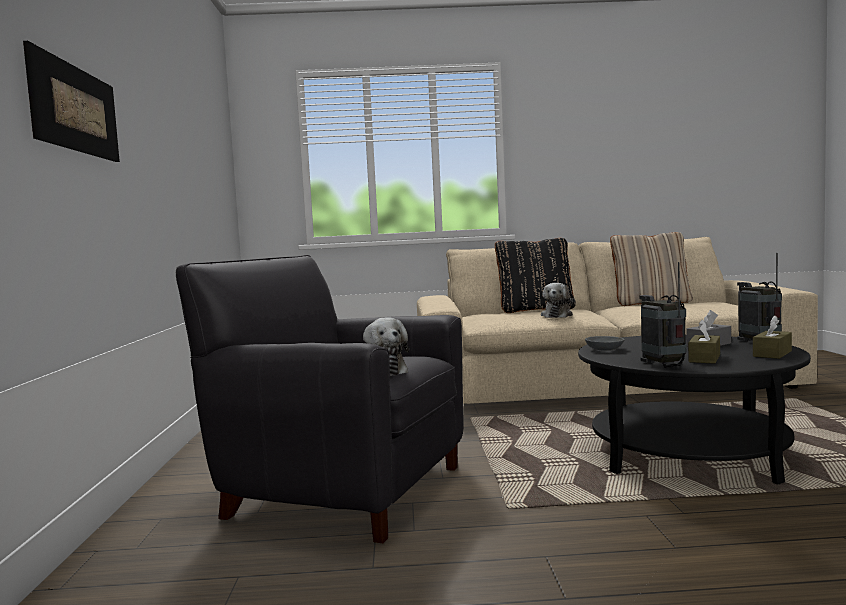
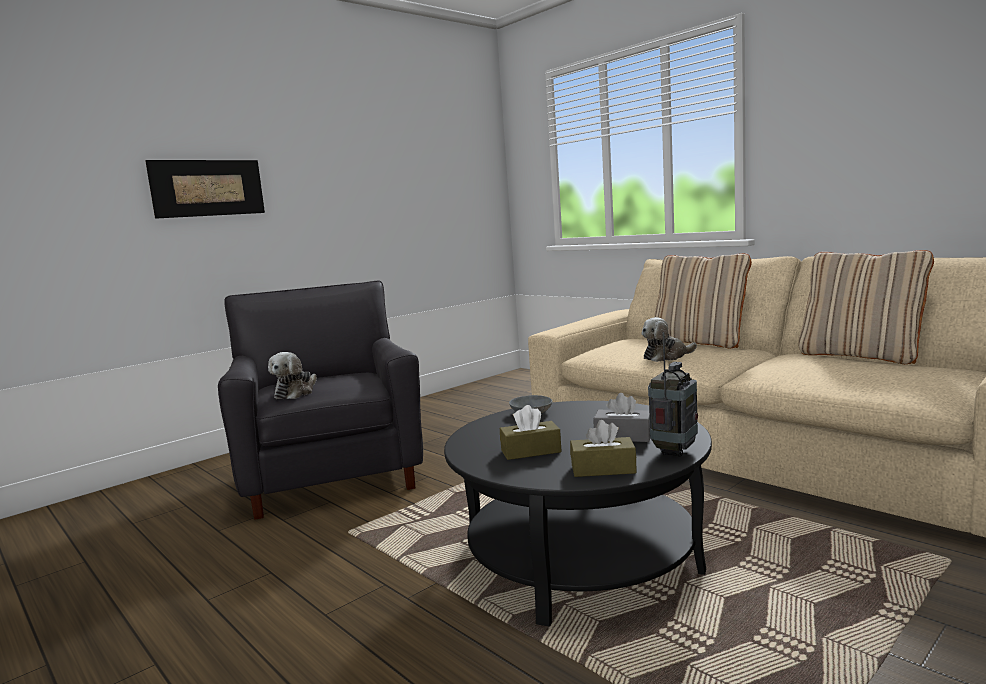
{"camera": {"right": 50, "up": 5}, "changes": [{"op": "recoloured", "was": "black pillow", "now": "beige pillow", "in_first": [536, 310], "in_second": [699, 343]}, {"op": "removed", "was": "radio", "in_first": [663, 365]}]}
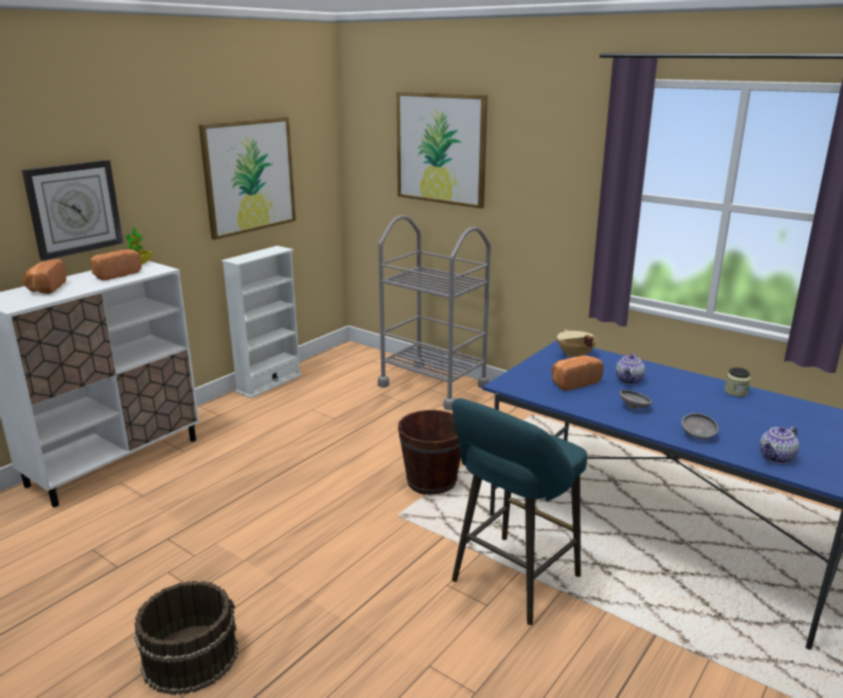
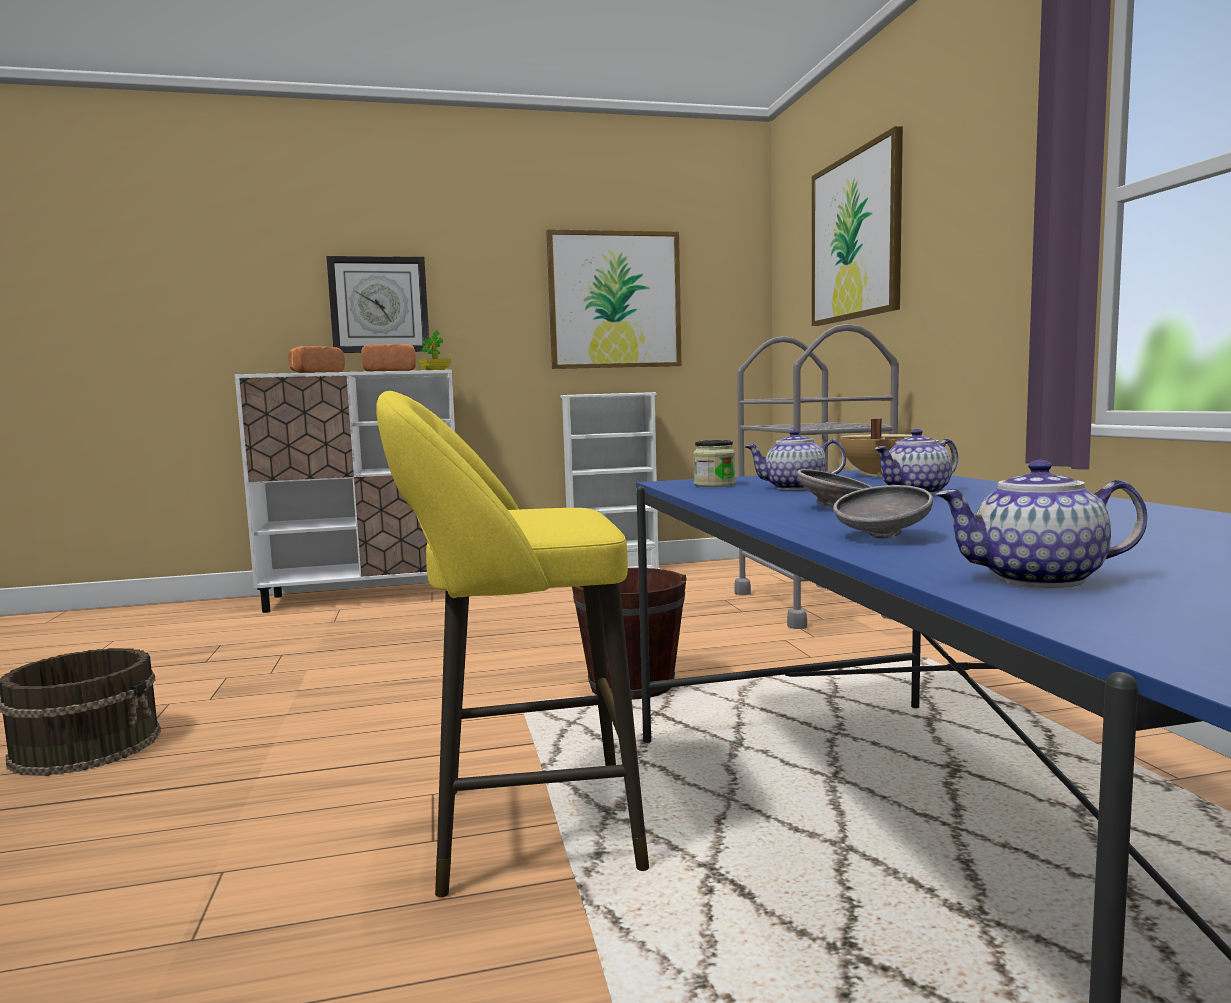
{"camera": {"right": 40, "up": -15}, "changes": [{"op": "recoloured", "was": "turquoise stool", "now": "yellow stool", "in_first": [511, 582], "in_second": [521, 829]}, {"op": "replaced", "was": "bread", "now": "teapot", "in_first": [573, 382], "in_second": [794, 487]}, {"op": "moved", "was": "jar", "in_first": [735, 392], "in_second": [714, 485]}]}
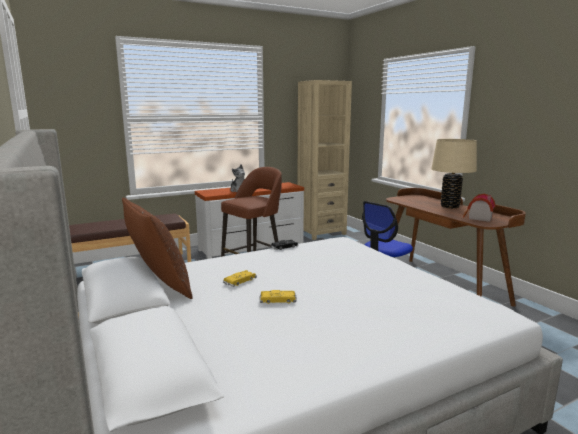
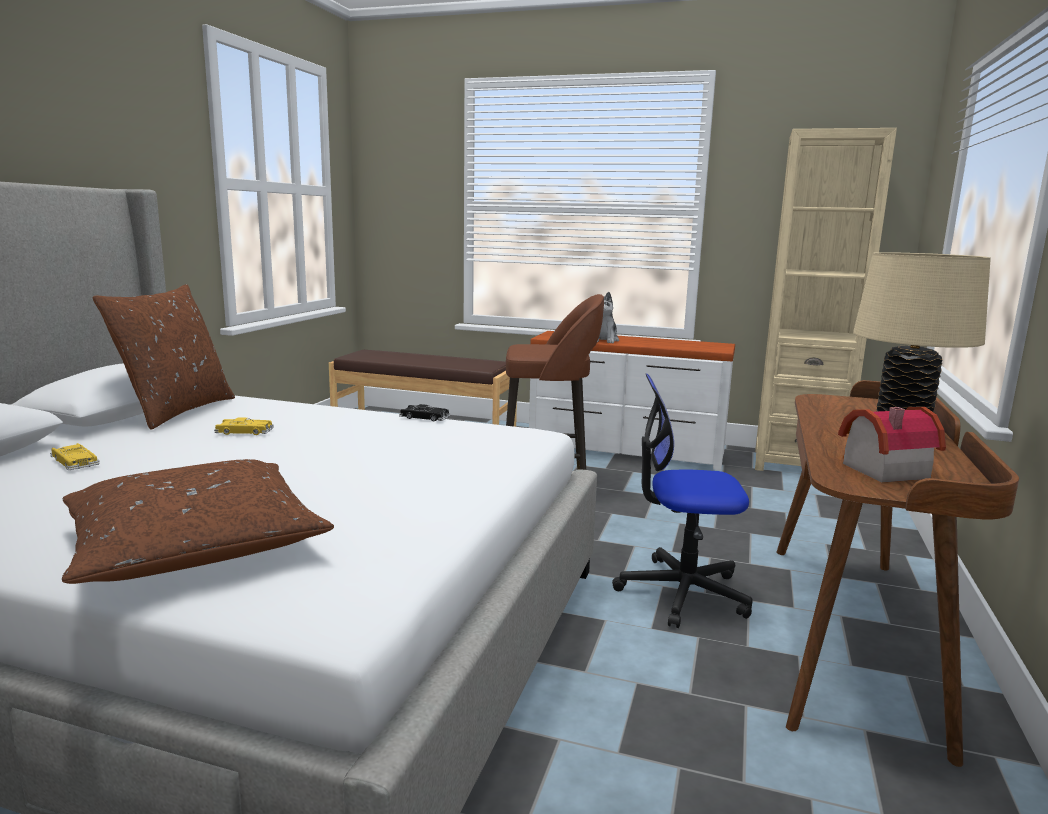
{"camera": {"right": 45, "up": 0}, "changes": [{"op": "moved", "was": "yellow toy car", "in_first": [278, 300], "in_second": [75, 462]}, {"op": "added", "now": "brown pillow", "in_second": [194, 544]}]}
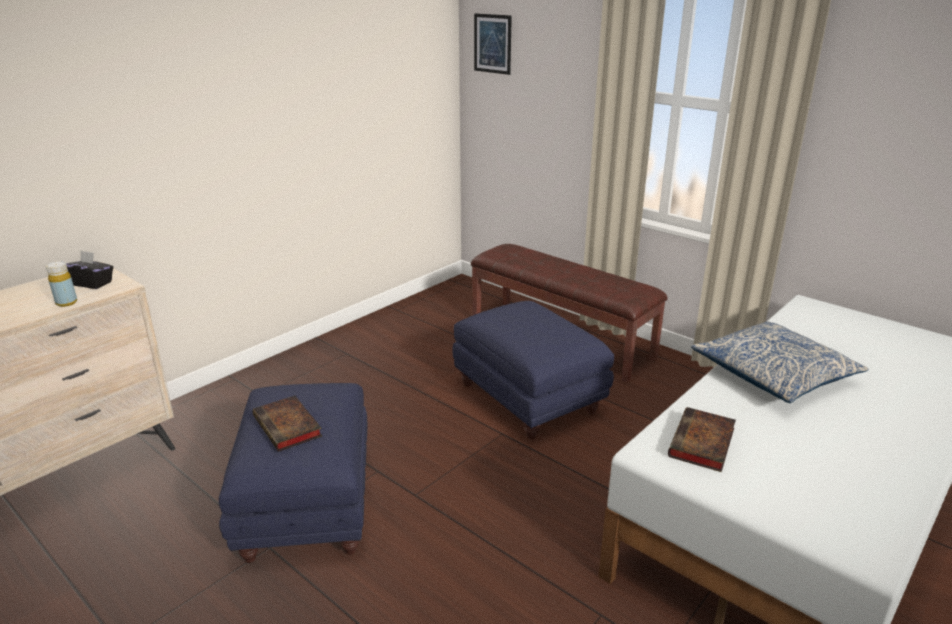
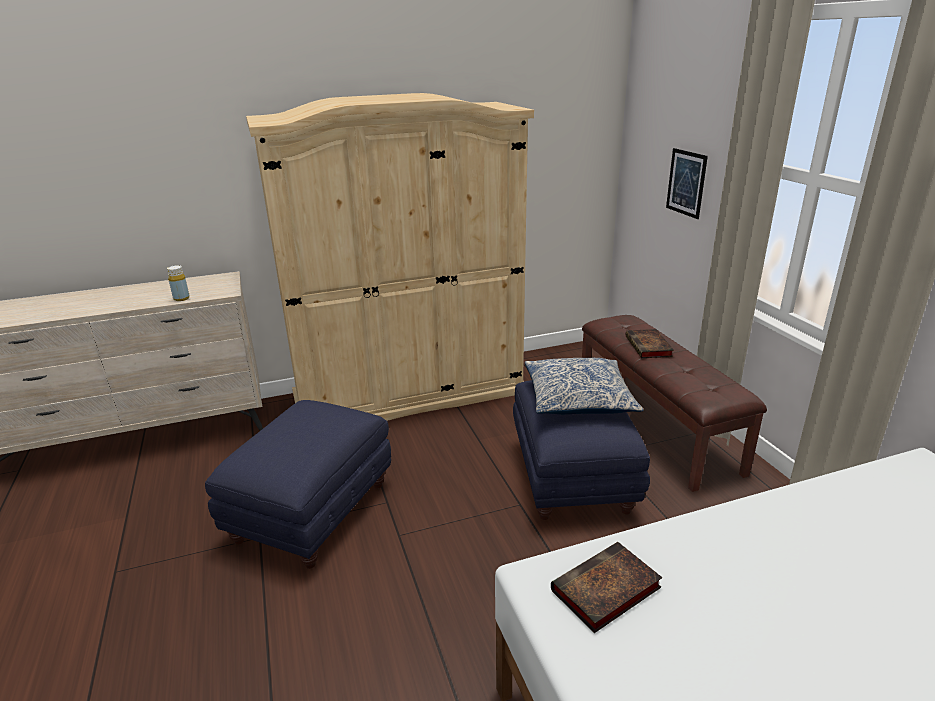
{"camera": {"right": 30, "up": 0}, "changes": [{"op": "removed", "was": "black tissue box", "in_first": [91, 283]}, {"op": "moved", "was": "book", "in_first": [289, 427], "in_second": [649, 347]}, {"op": "moved", "was": "picture", "in_first": [492, 43], "in_second": [686, 183]}, {"op": "moved", "was": "pillow", "in_first": [773, 374], "in_second": [578, 398]}, {"op": "added", "now": "beige wardrobe", "in_second": [409, 393]}]}
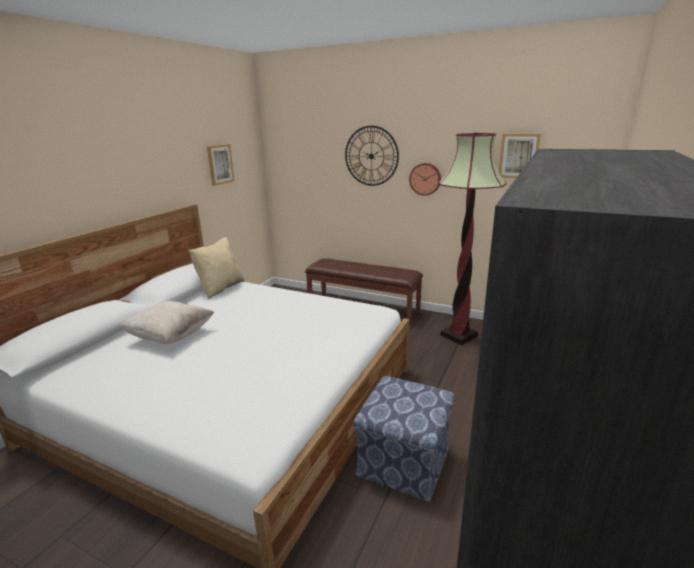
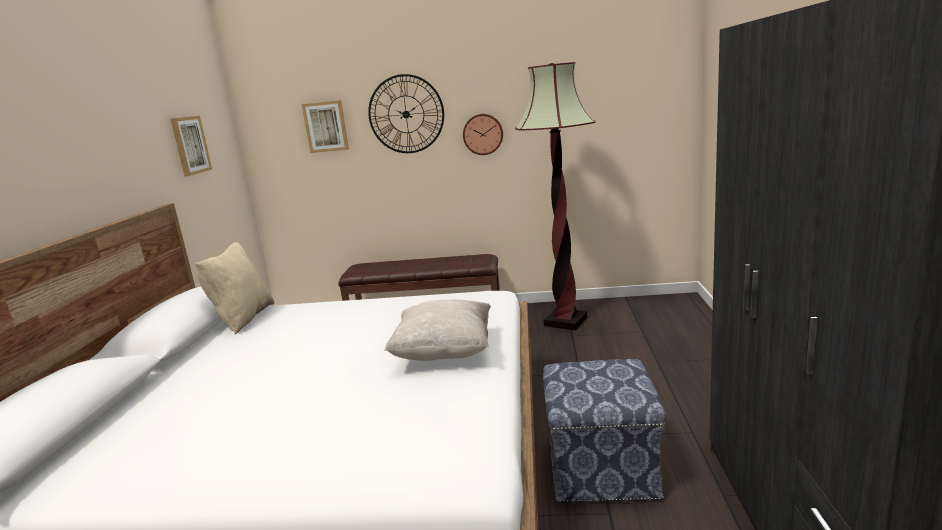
{"camera": {"right": -20, "up": -5}, "changes": [{"op": "moved", "was": "beige pillow", "in_first": [171, 337], "in_second": [444, 353]}, {"op": "moved", "was": "picture", "in_first": [518, 156], "in_second": [326, 126]}]}
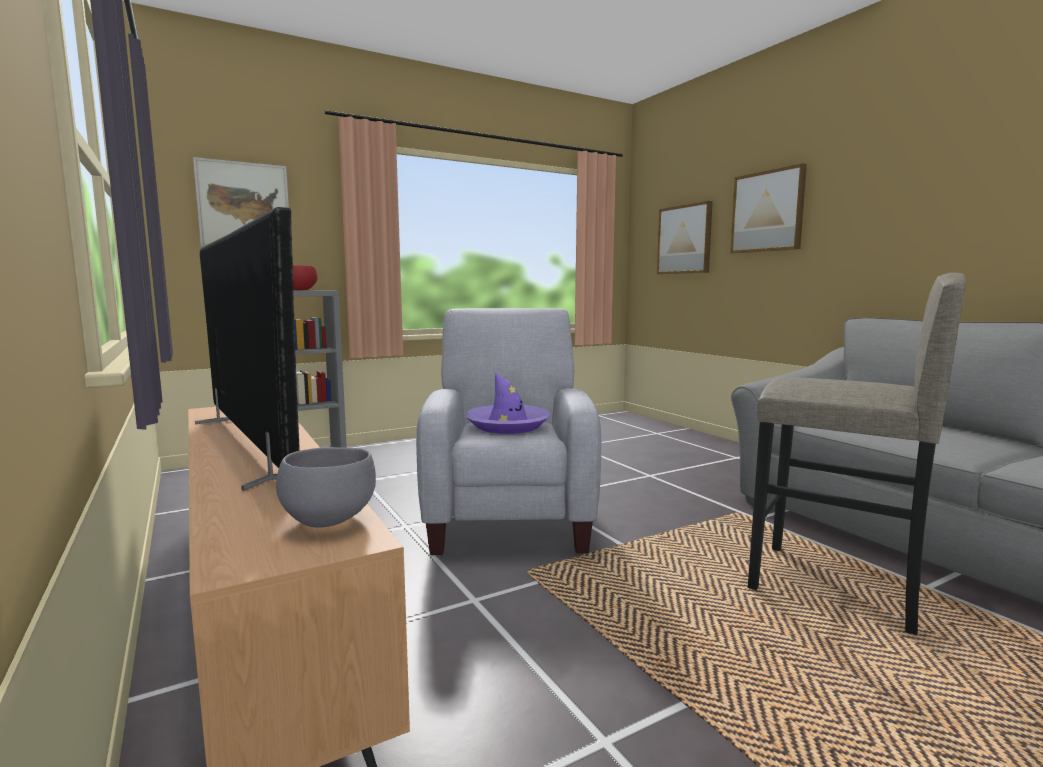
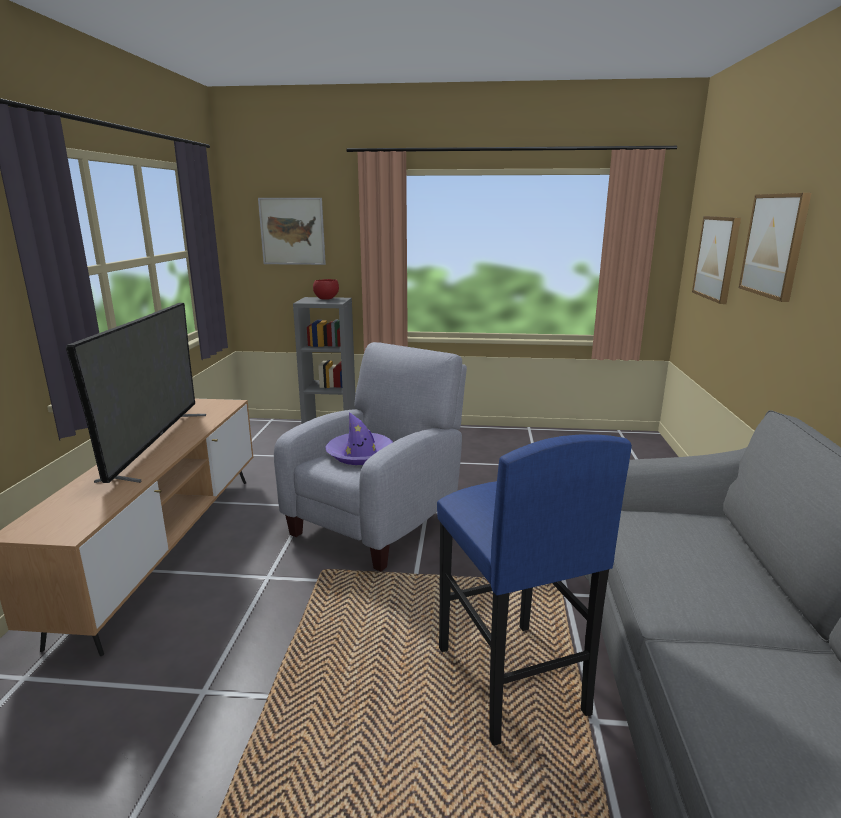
{"camera": {"right": 35, "up": 10}, "changes": [{"op": "removed", "was": "grey bowl", "in_first": [329, 520]}, {"op": "recoloured", "was": "grey stool", "now": "blue stool", "in_first": [835, 587], "in_second": [509, 680]}]}
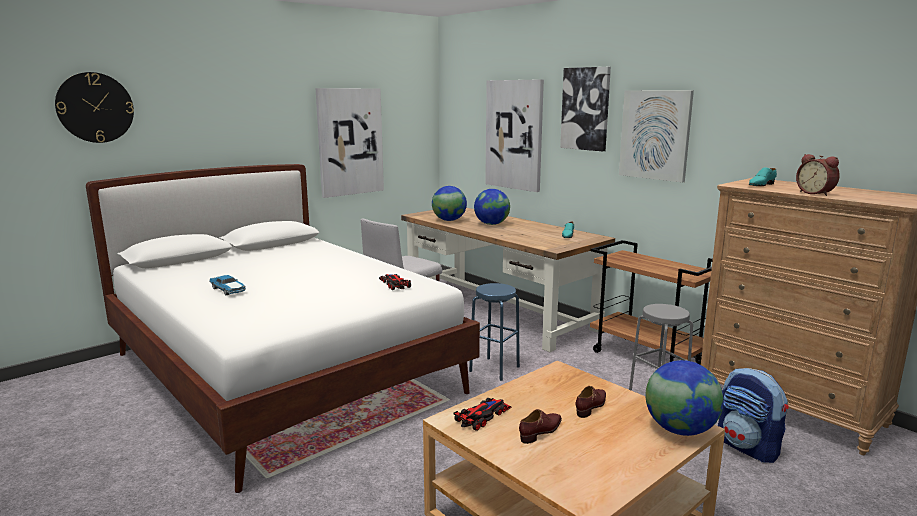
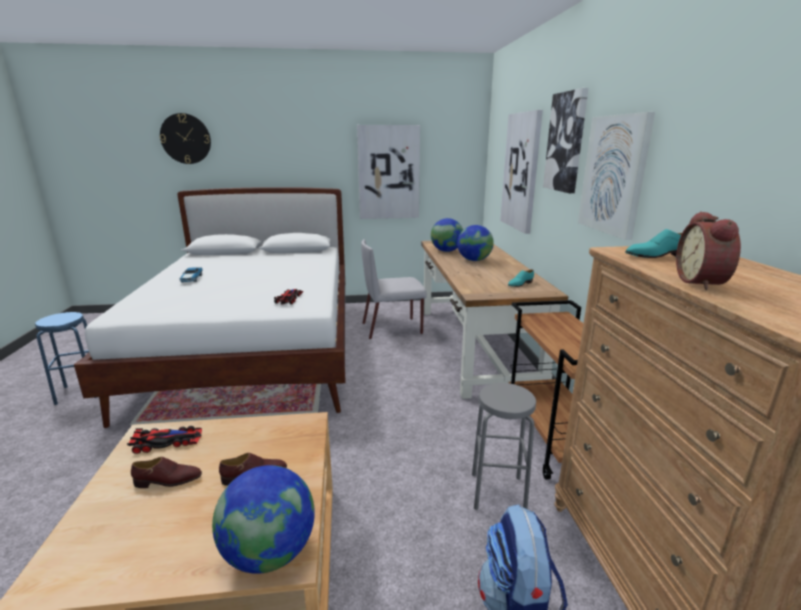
{"camera": {"right": 35, "up": 5}, "changes": [{"op": "moved", "was": "blue stool", "in_first": [494, 369], "in_second": [80, 392]}]}
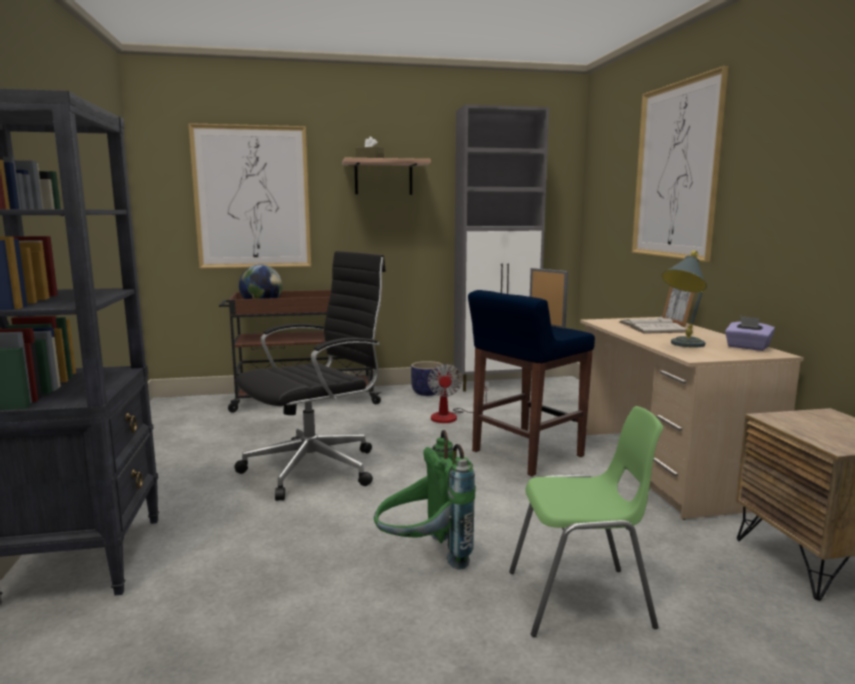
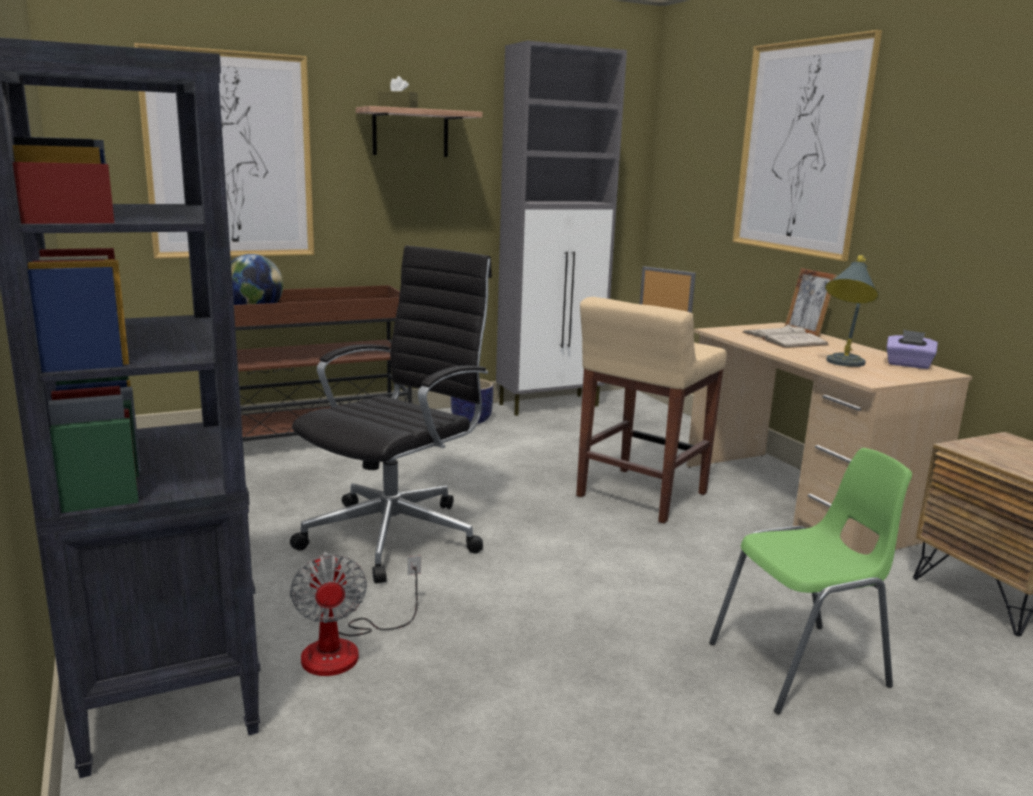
{"camera": {"right": -15, "up": 5}, "changes": [{"op": "removed", "was": "green backpack", "in_first": [423, 557]}, {"op": "moved", "was": "fan", "in_first": [451, 416], "in_second": [346, 648]}, {"op": "recoloured", "was": "blue stool", "now": "beige stool", "in_first": [525, 454], "in_second": [640, 496]}]}
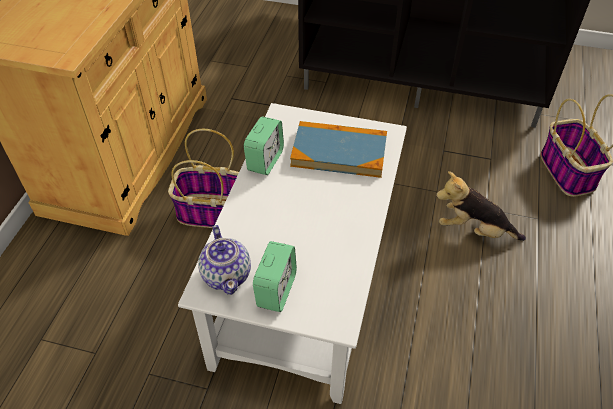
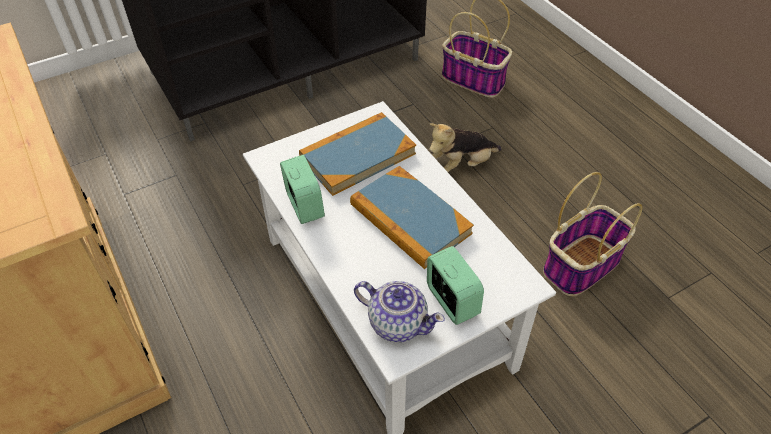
{"camera": {"right": -45, "up": 0}, "changes": [{"op": "moved", "was": "basket", "in_first": [214, 212], "in_second": [581, 264]}, {"op": "added", "now": "book", "in_second": [410, 219]}]}
